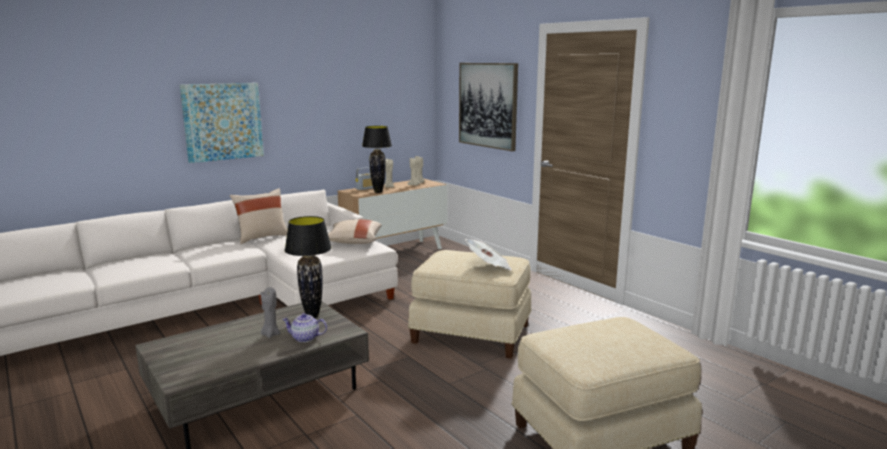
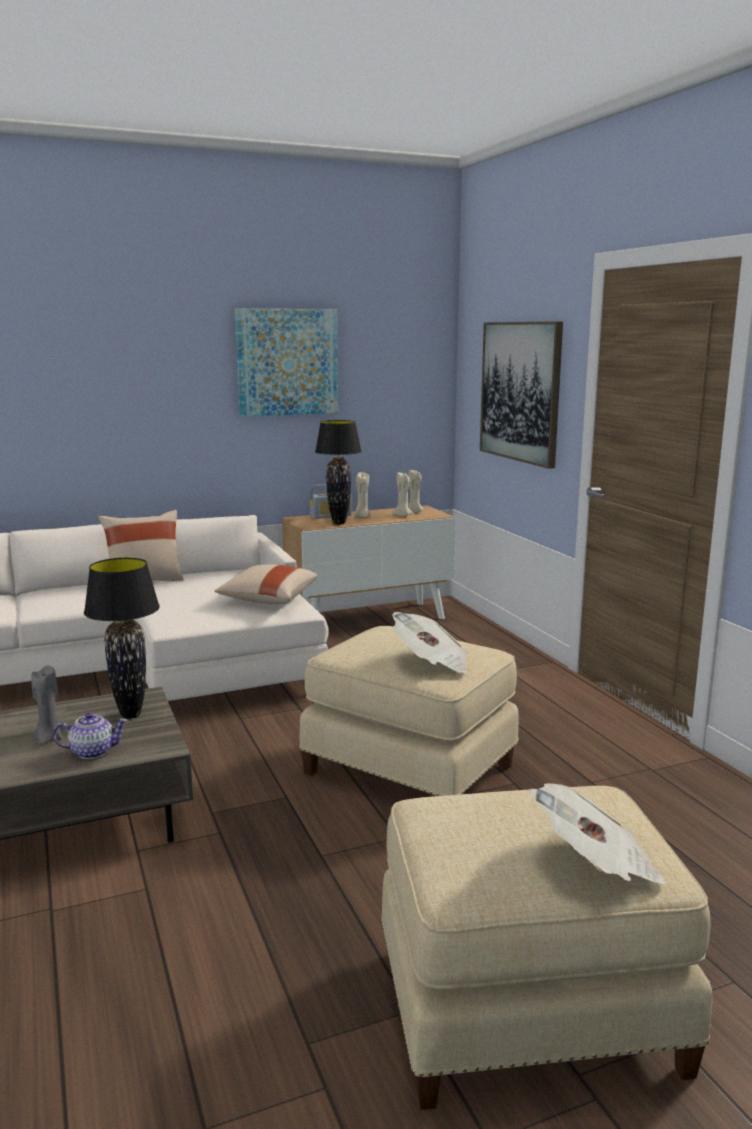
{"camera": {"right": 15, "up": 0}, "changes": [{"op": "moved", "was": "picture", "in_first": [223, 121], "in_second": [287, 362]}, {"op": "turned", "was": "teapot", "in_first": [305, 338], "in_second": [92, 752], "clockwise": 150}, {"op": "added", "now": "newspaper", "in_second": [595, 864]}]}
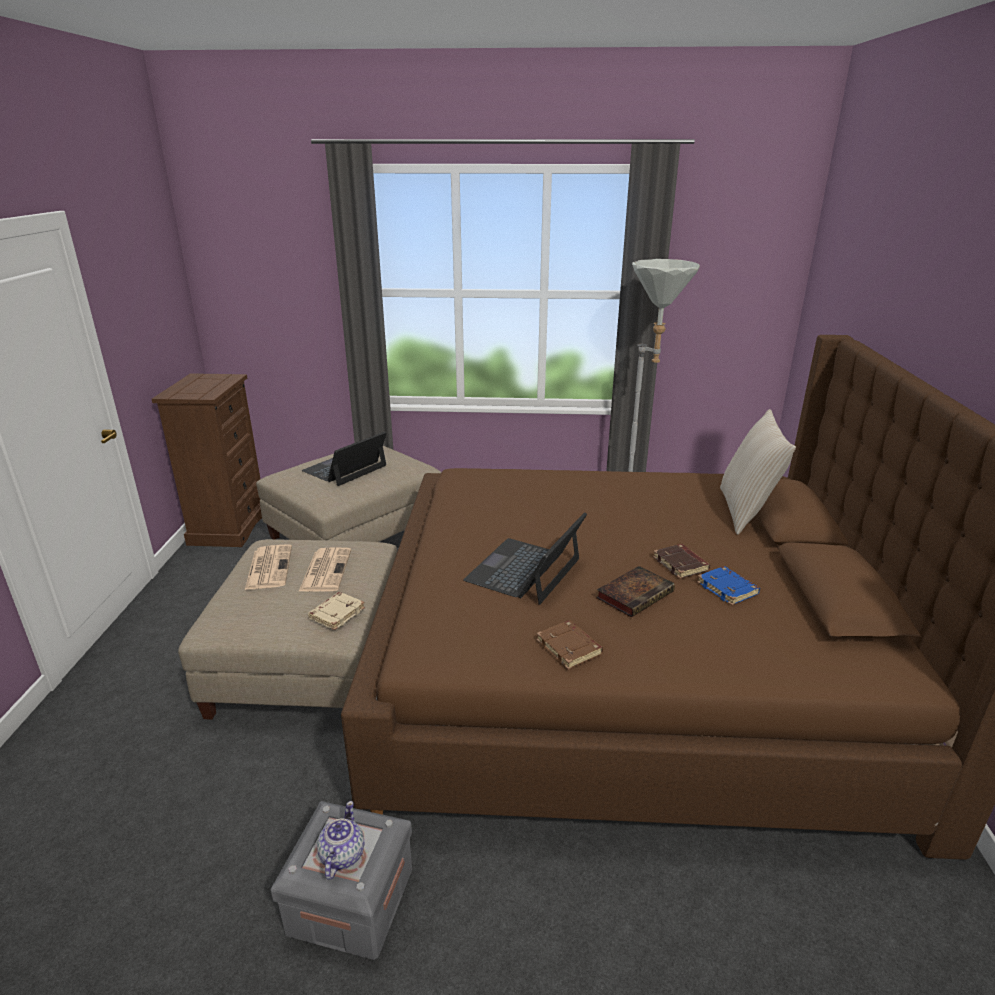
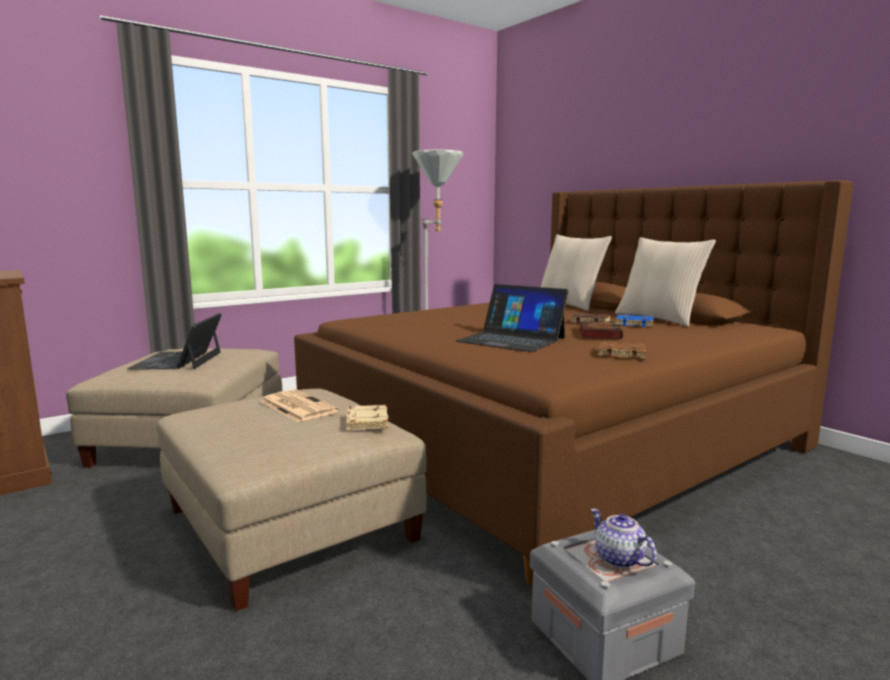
{"camera": {"right": -40, "up": -15}, "changes": [{"op": "removed", "was": "newspaper", "in_first": [269, 567]}, {"op": "turned", "was": "laptop", "in_first": [525, 570], "in_second": [511, 339], "clockwise": -45}, {"op": "added", "now": "beige pillow", "in_second": [659, 319]}]}
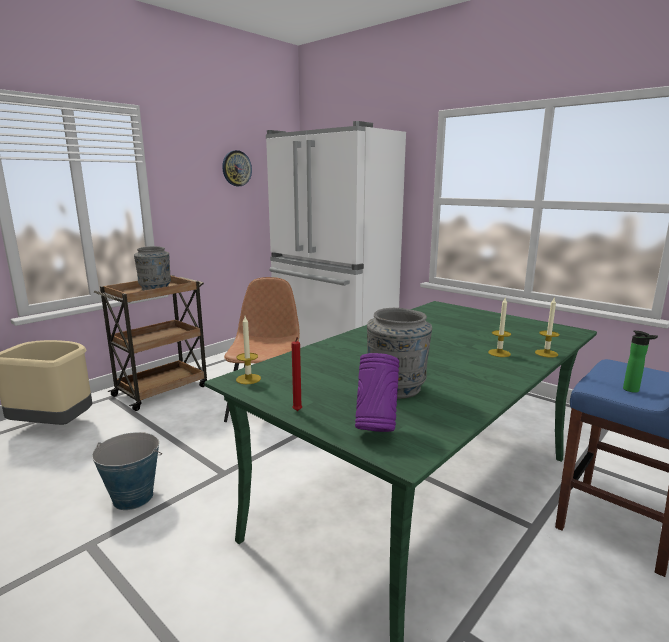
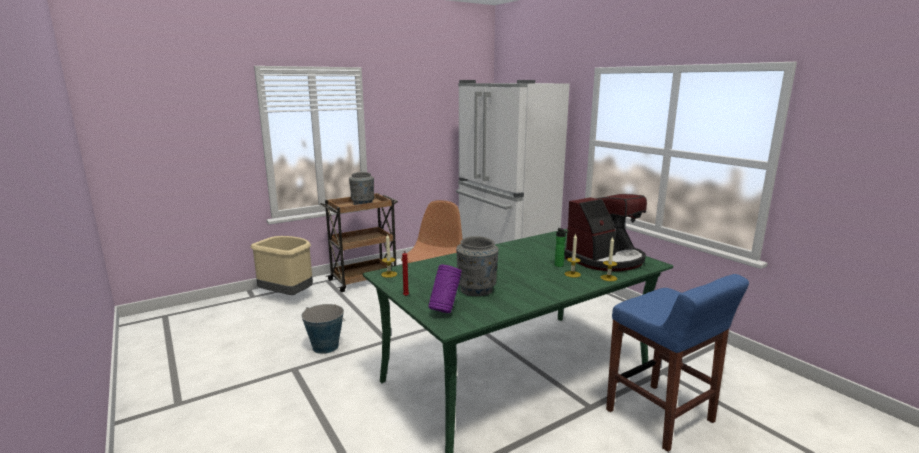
{"camera": {"right": 15, "up": 0}, "changes": [{"op": "removed", "was": "wall clock", "in_first": [236, 168]}, {"op": "moved", "was": "bottle", "in_first": [633, 390], "in_second": [559, 266]}, {"op": "added", "now": "coffee machine", "in_second": [605, 259]}]}
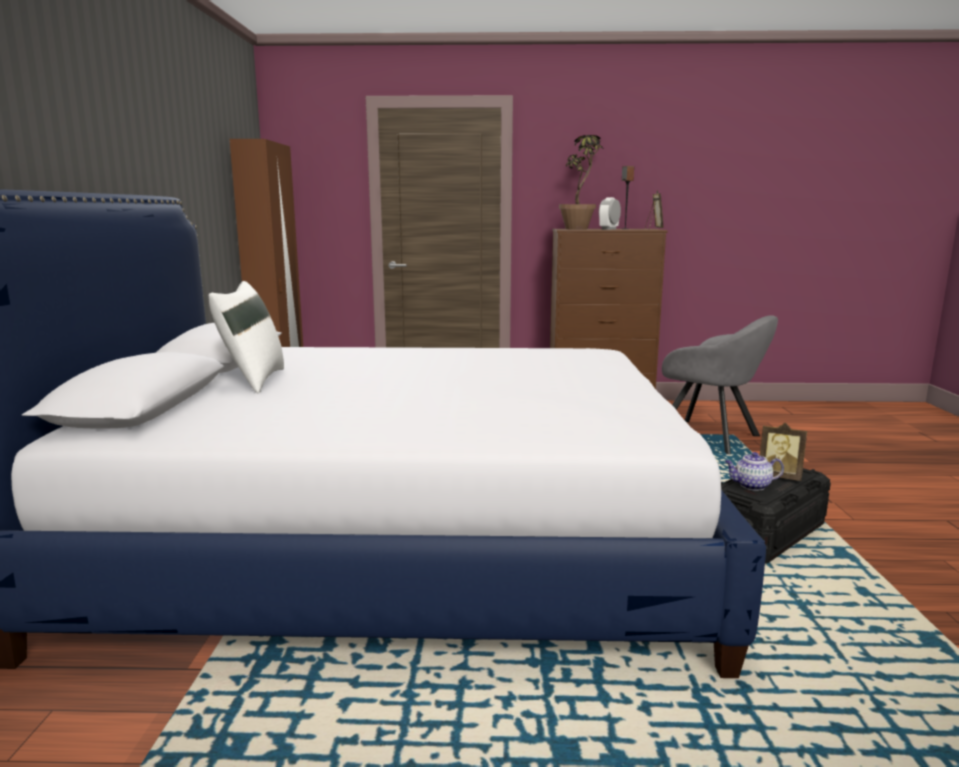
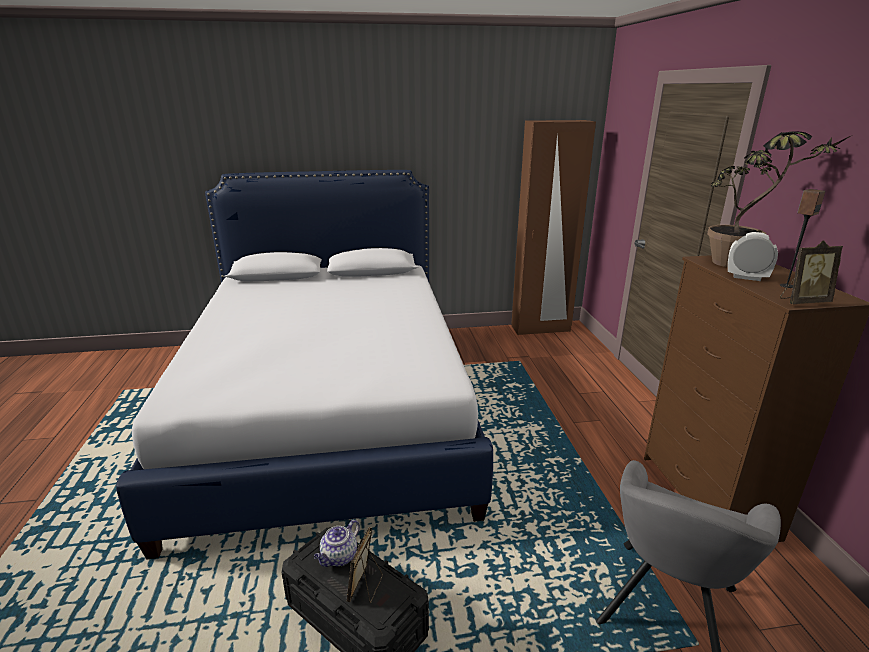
{"camera": {"right": 80, "up": 10}, "changes": [{"op": "removed", "was": "white pillow", "in_first": [253, 380]}, {"op": "turned", "was": "teapot", "in_first": [751, 486], "in_second": [339, 557], "clockwise": -135}]}
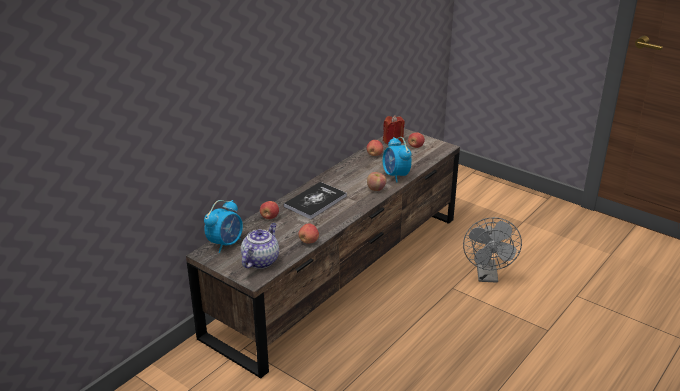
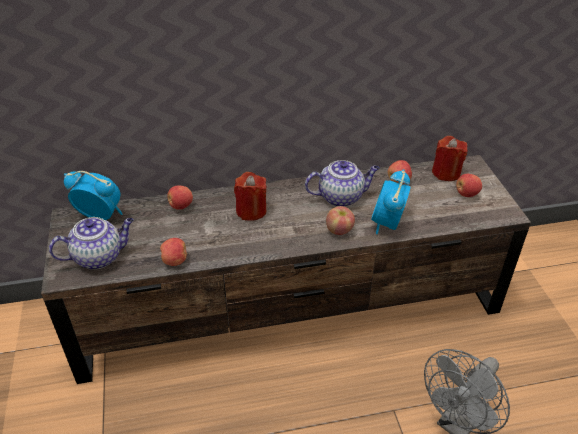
{"camera": {"right": 40, "up": 10}, "changes": [{"op": "turned", "was": "alarm clock", "in_first": [226, 243], "in_second": [100, 215], "clockwise": -150}, {"op": "replaced", "was": "book", "now": "red candle", "in_first": [315, 201], "in_second": [251, 211]}, {"op": "added", "now": "teapot", "in_second": [341, 197]}]}
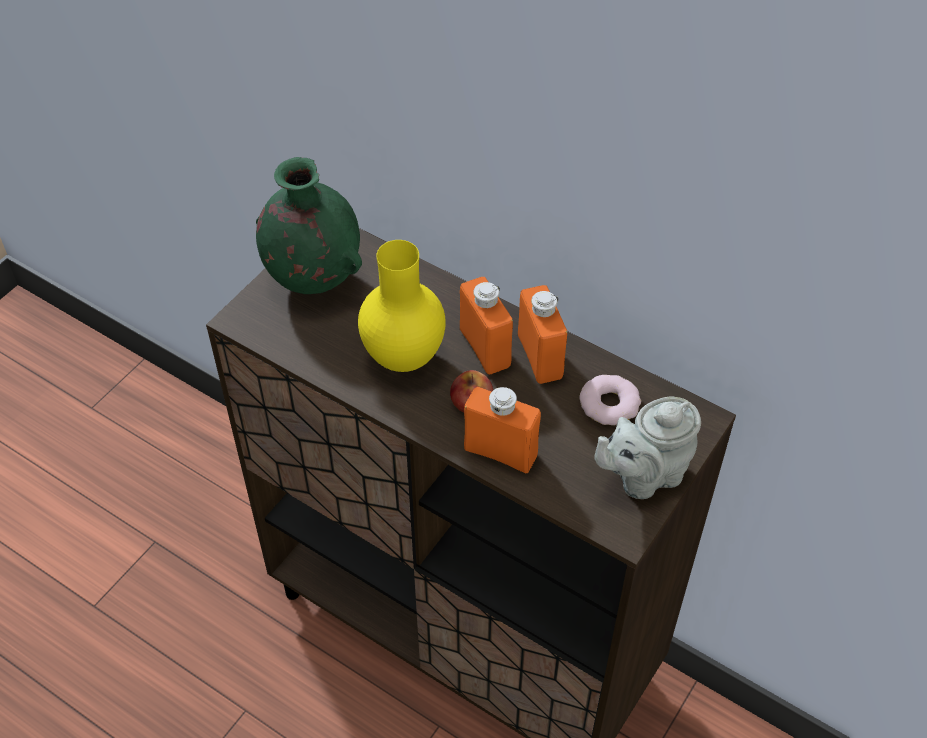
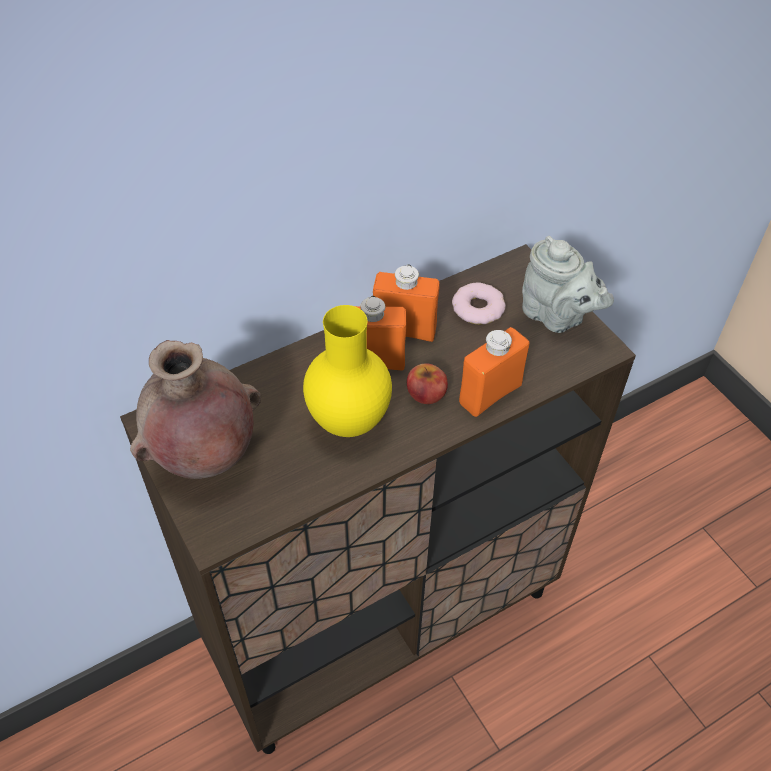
{"camera": {"right": -65, "up": 0}, "changes": [{"op": "recoloured", "was": "green vase", "now": "brown vase", "in_first": [313, 279], "in_second": [205, 457]}, {"op": "turned", "was": "grey teapot", "in_first": [643, 475], "in_second": [556, 316], "clockwise": -45}]}
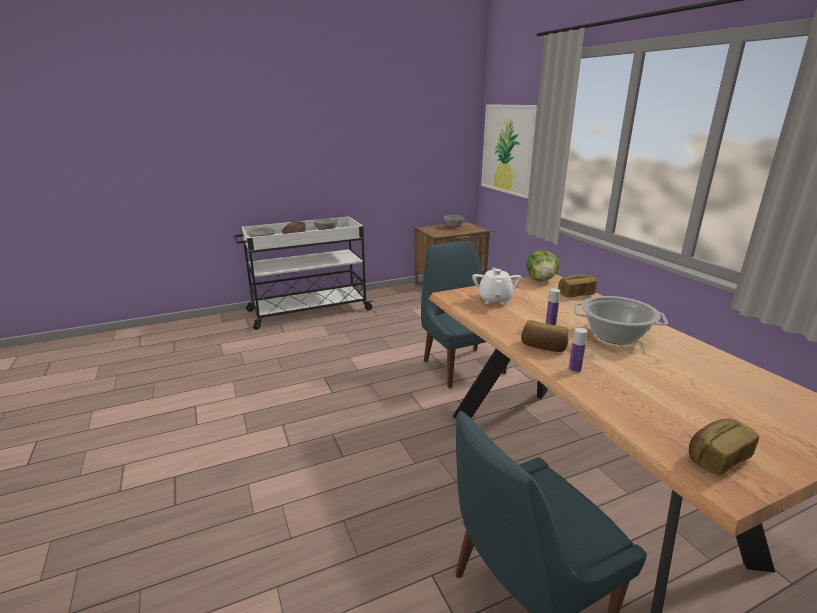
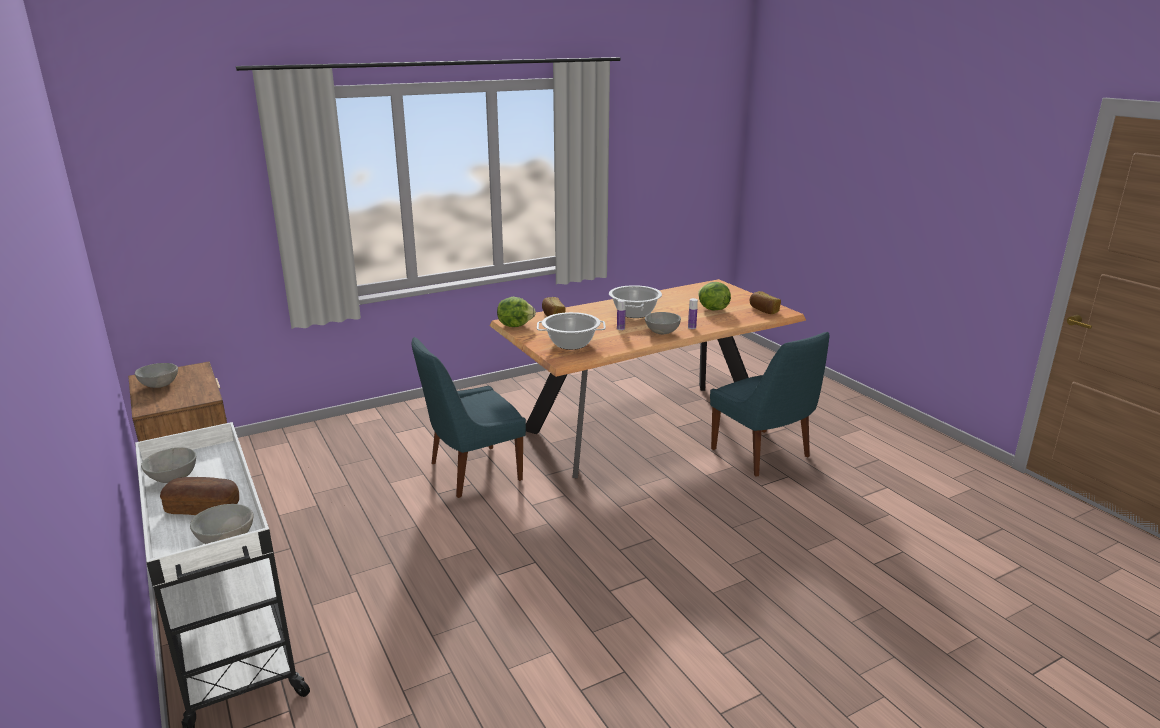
{"camera": {"right": -95, "up": 0}, "changes": [{"op": "replaced", "was": "white teapot", "now": "cooking pot", "in_first": [495, 299], "in_second": [571, 343]}, {"op": "removed", "was": "picture", "in_first": [509, 149]}, {"op": "replaced", "was": "bread", "now": "grey bowl", "in_first": [543, 347], "in_second": [662, 333]}, {"op": "added", "now": "lettuce", "in_second": [712, 309]}]}
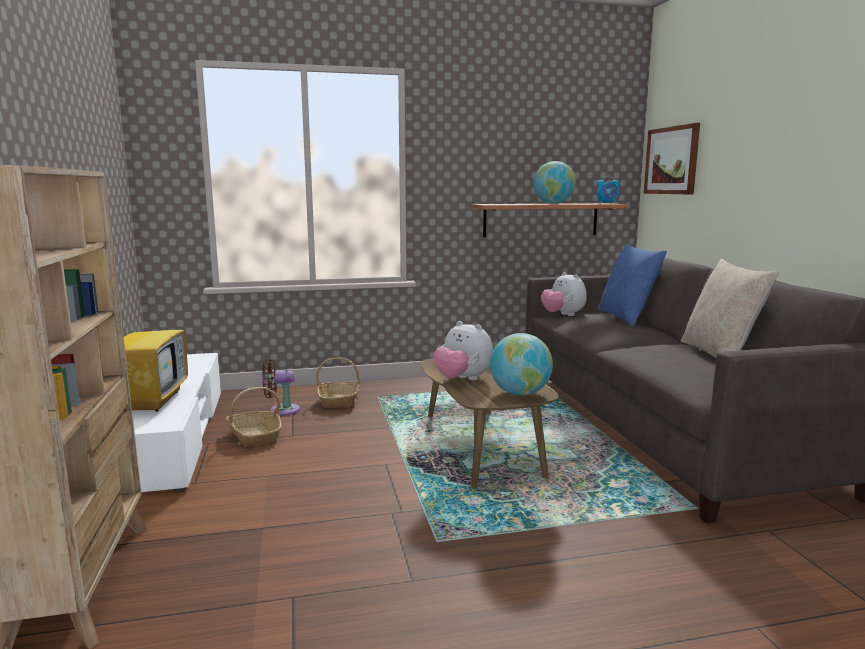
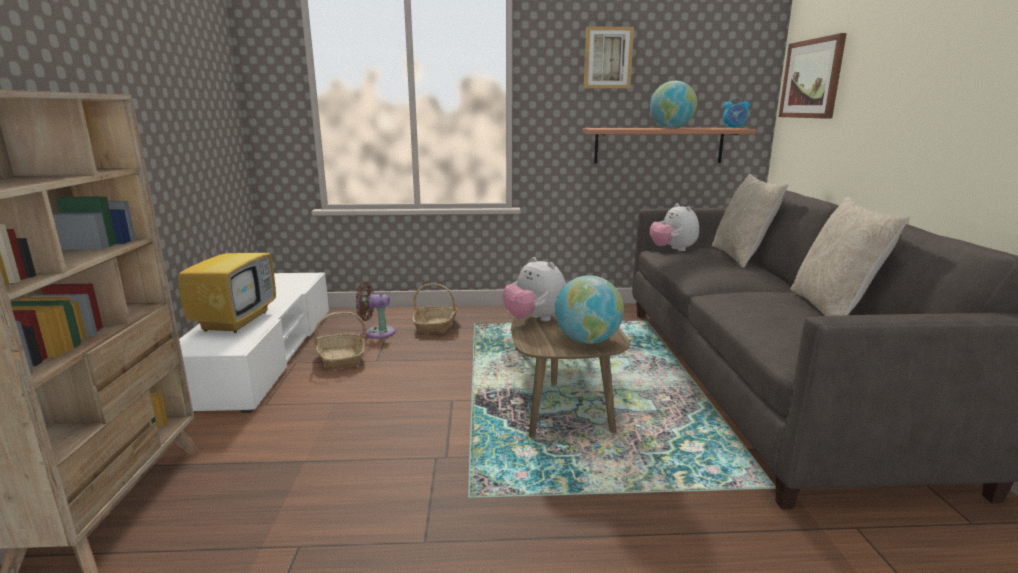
{"camera": {"right": 10, "up": 5}, "changes": [{"op": "recoloured", "was": "blue pillow", "now": "beige pillow", "in_first": [627, 318], "in_second": [741, 257]}, {"op": "added", "now": "picture", "in_second": [607, 58]}]}
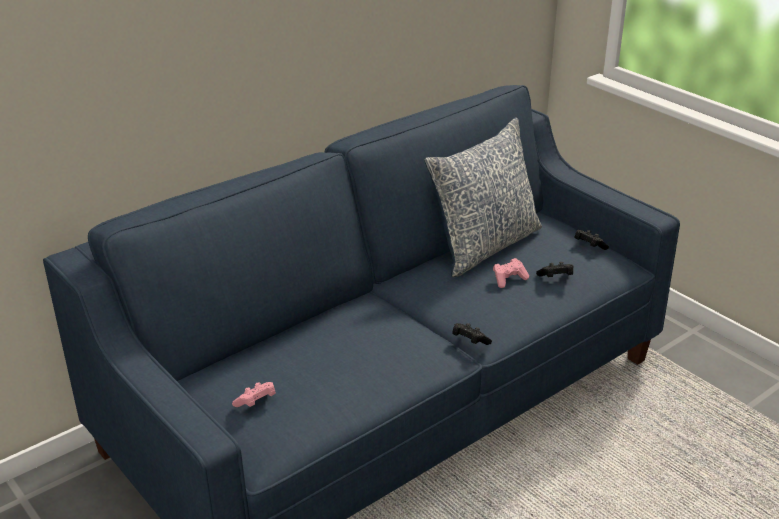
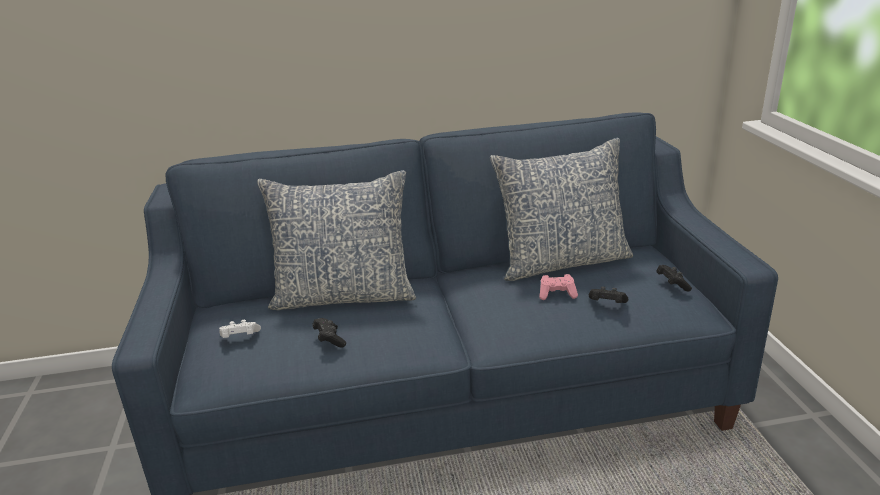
{"camera": {"right": 30, "up": -5}, "changes": [{"op": "recoloured", "was": "pink game controller", "now": "white game controller", "in_first": [256, 402], "in_second": [240, 338]}, {"op": "moved", "was": "black game controller", "in_first": [469, 341], "in_second": [329, 339]}, {"op": "added", "now": "pillow", "in_second": [344, 295]}]}
